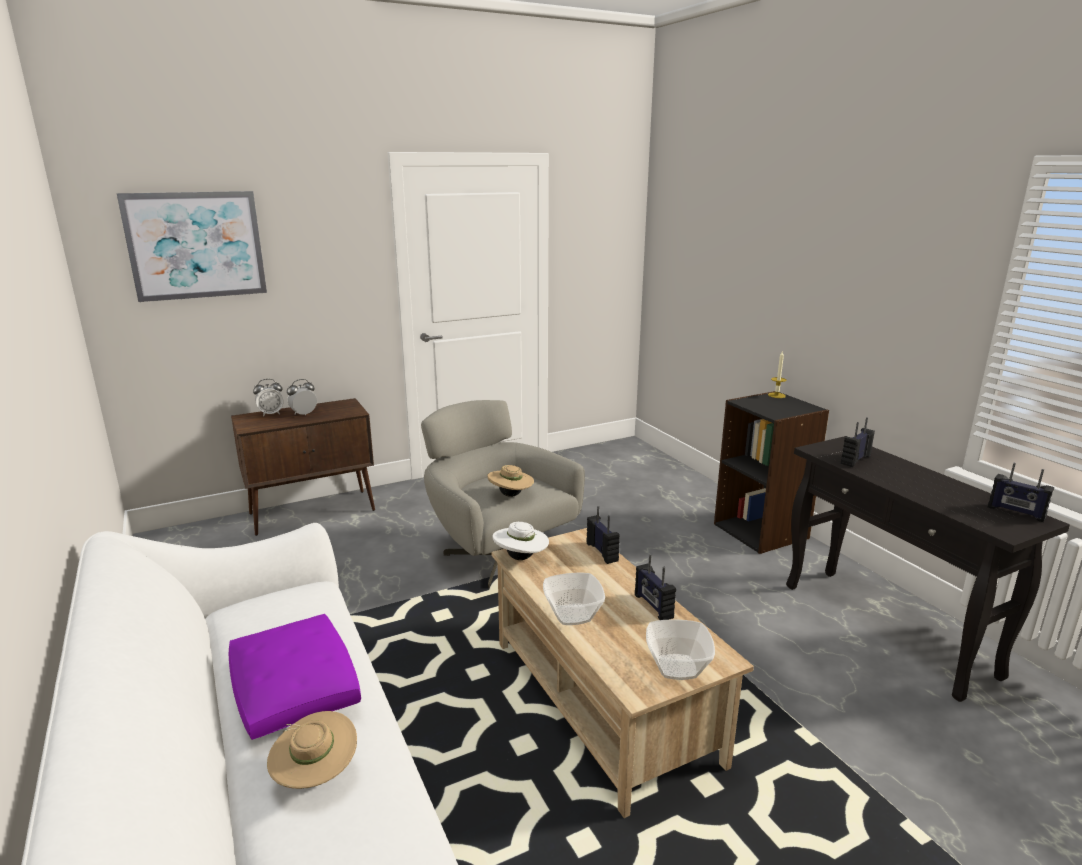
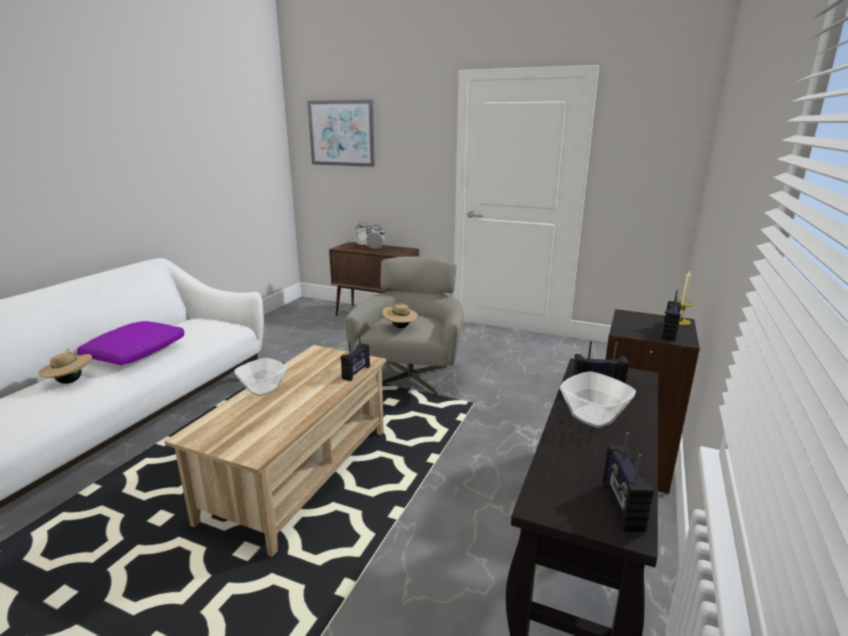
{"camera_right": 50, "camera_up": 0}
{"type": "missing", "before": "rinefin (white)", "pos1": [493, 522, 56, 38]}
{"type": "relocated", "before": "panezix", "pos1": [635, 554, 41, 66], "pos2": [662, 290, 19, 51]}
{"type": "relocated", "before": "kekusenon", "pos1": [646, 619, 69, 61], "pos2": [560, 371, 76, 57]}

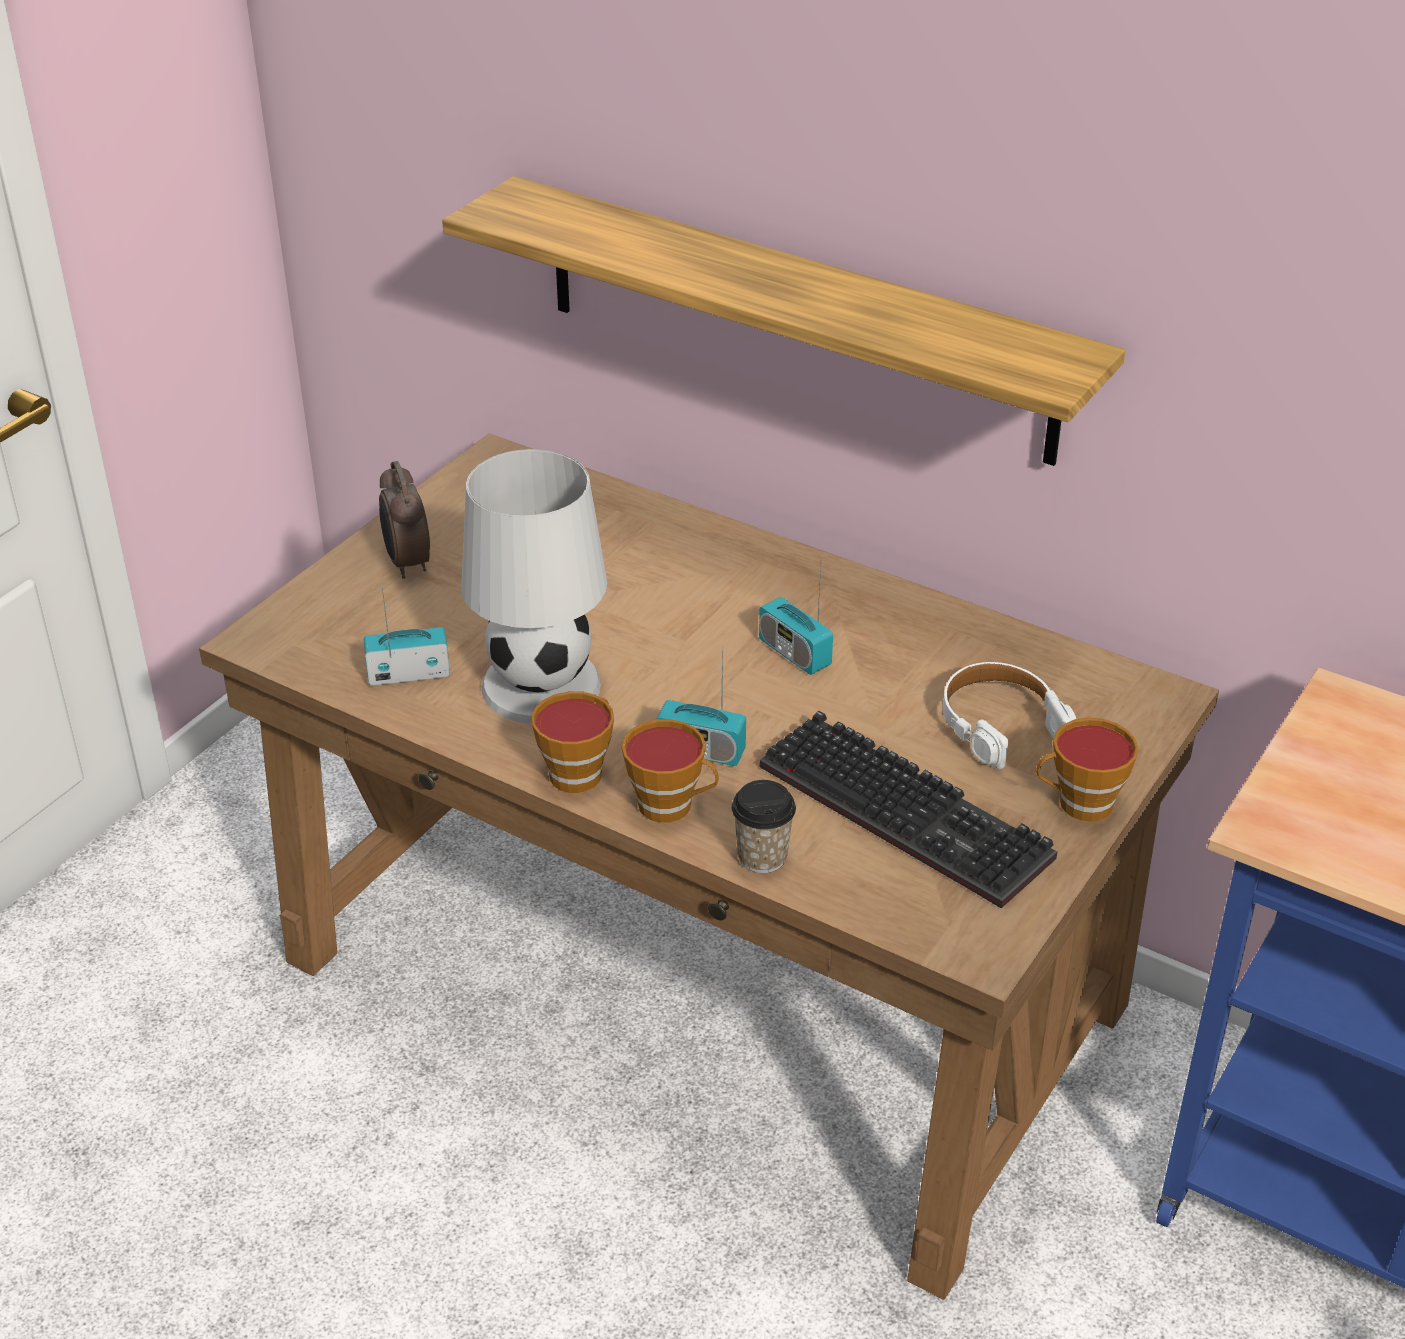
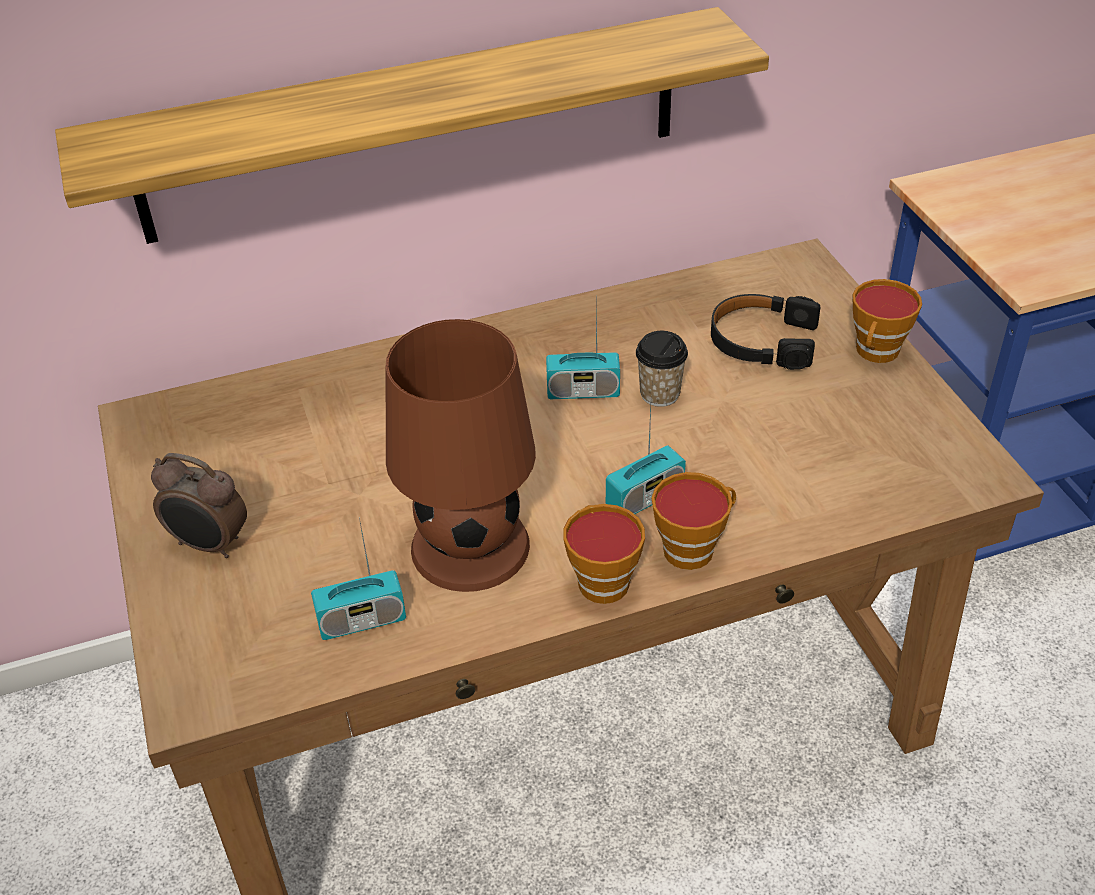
{"camera_right": -50, "camera_up": 5}
{"type": "missing", "before": "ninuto", "pos1": [760, 711, 297, 197]}
{"type": "relocated", "before": "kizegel", "pos1": [732, 780, 64, 93], "pos2": [636, 331, 52, 76]}
{"type": "colour", "before": "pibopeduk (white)", "after": "pibopeduk (brown)", "pos1": [461, 449, 146, 275], "pos2": [386, 319, 150, 273]}
{"type": "colour", "before": "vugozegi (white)", "after": "vugozegi (black)", "pos1": [943, 662, 133, 107], "pos2": [711, 294, 110, 76]}
{"type": "spun", "before": "panezix", "pos1": [364, 587, 86, 99], "pos2": [311, 517, 95, 123], "turn": -135}

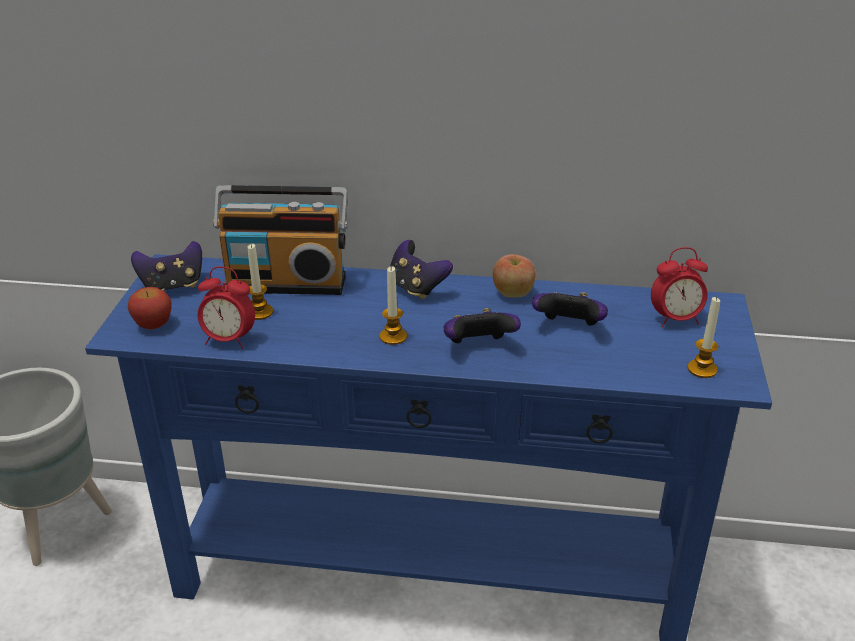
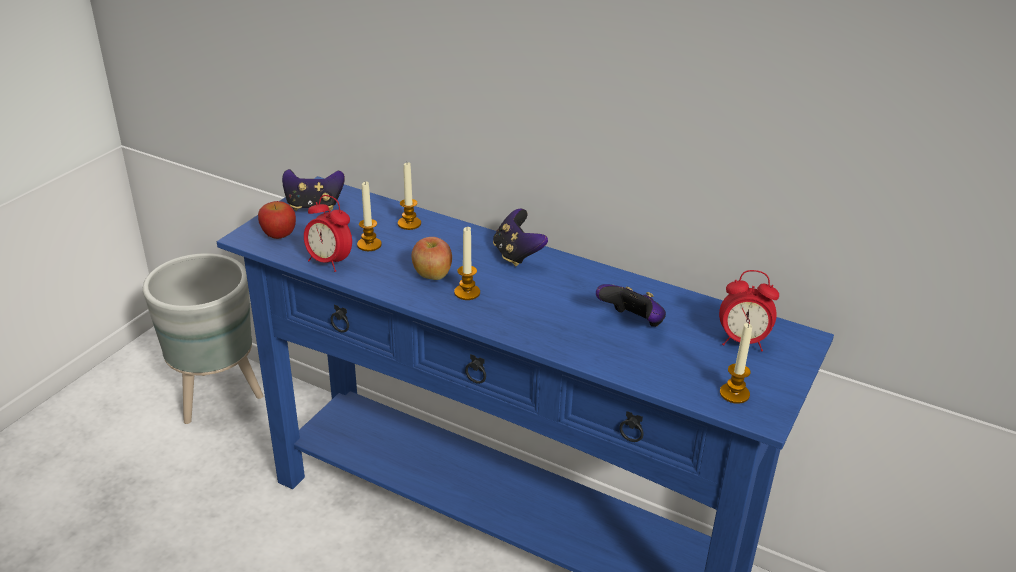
{"camera_right": 20, "camera_up": 0}
{"type": "missing", "before": "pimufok", "pos1": [443, 308, 78, 35]}
{"type": "relocated", "before": "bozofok", "pos1": [493, 254, 42, 44], "pos2": [411, 237, 41, 43]}
{"type": "exchanged", "before": "panezix", "after": "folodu", "pos1": [213, 185, 135, 110], "pos2": [398, 162, 23, 68]}

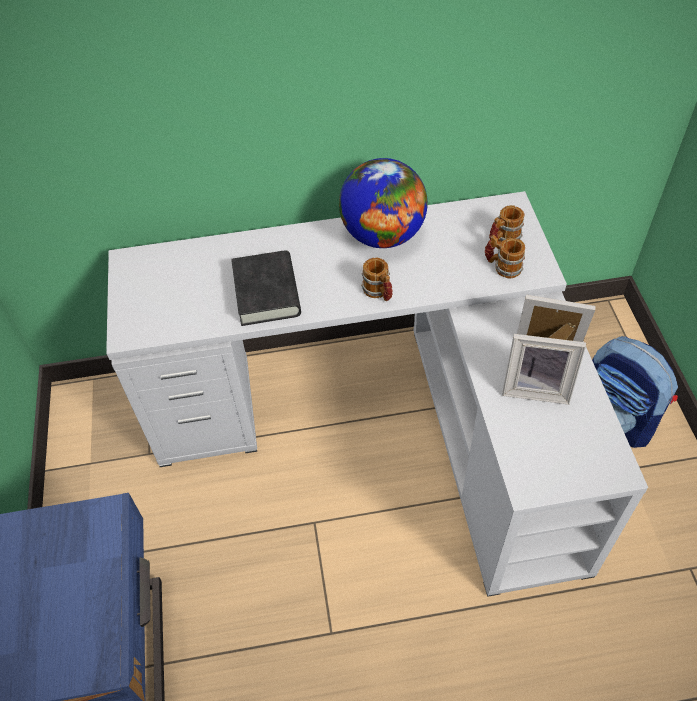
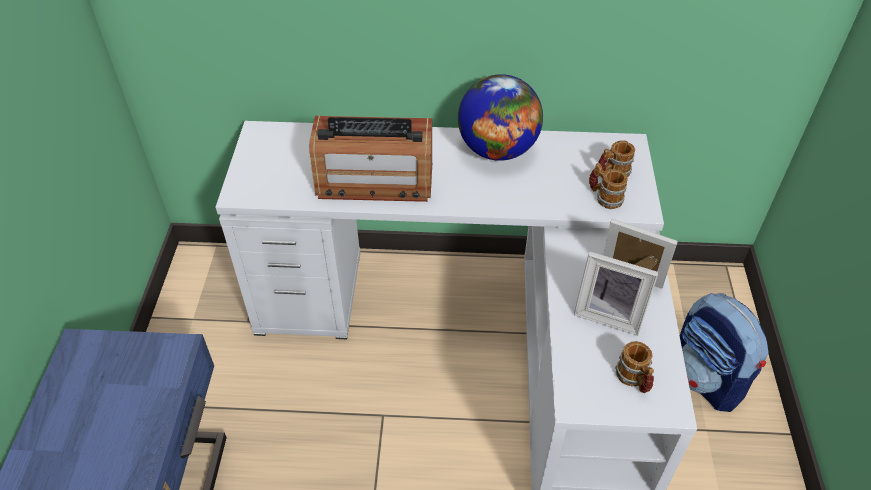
{"camera_right": 10, "camera_up": -5}
{"type": "relocated", "before": "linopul", "pos1": [361, 257, 32, 44], "pos2": [615, 341, 39, 52]}
{"type": "exchanged", "before": "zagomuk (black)", "after": "panezix", "pos1": [231, 250, 70, 76], "pos2": [309, 116, 123, 86]}

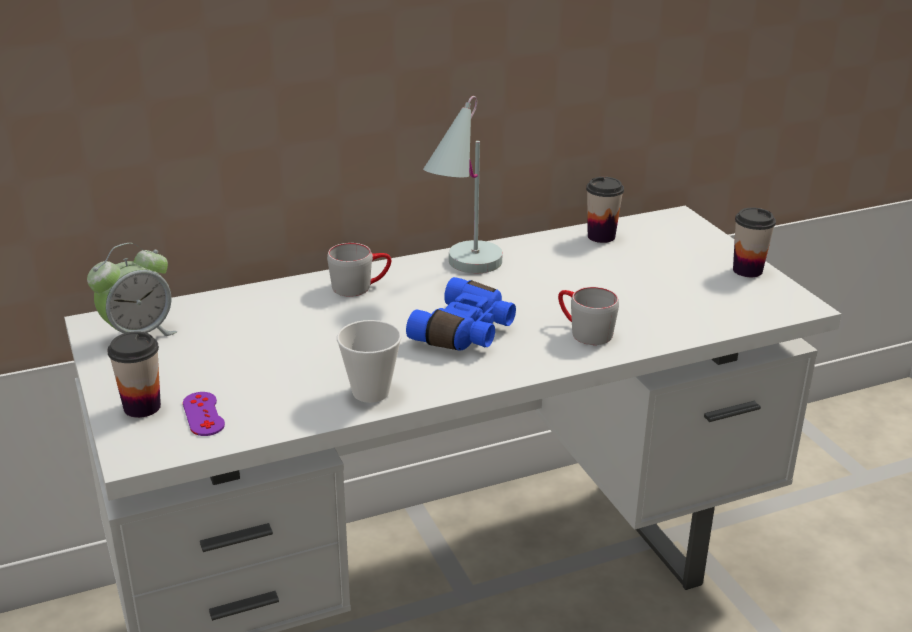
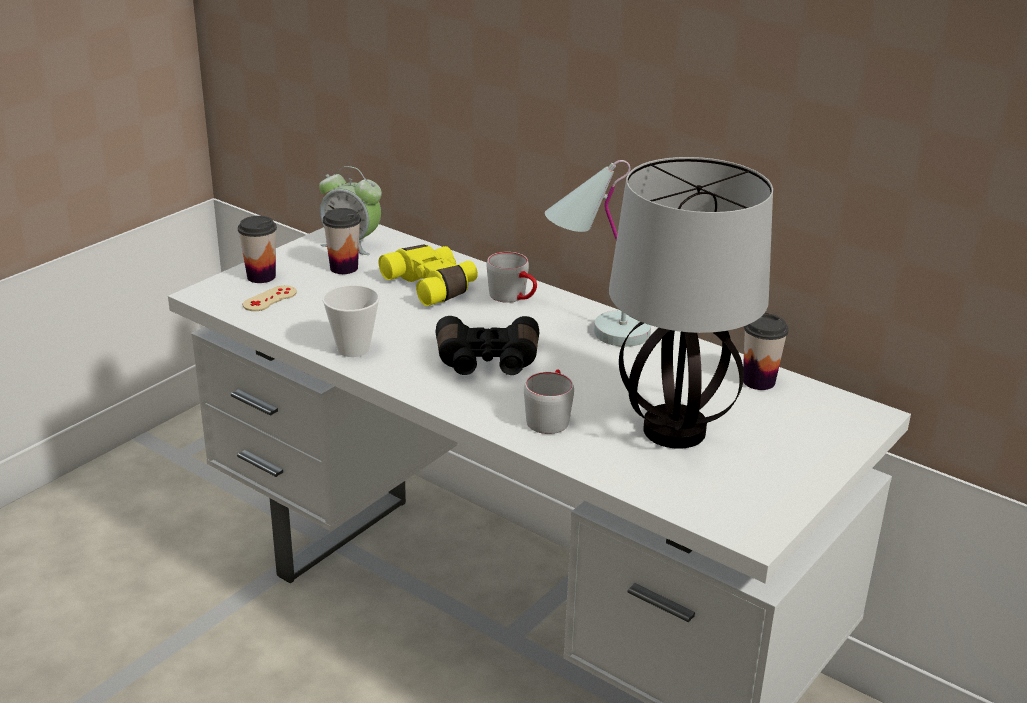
{"camera_right": 60, "camera_up": 0}
{"type": "appeared", "after": "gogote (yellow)", "pos2": [379, 245, 99, 61]}
{"type": "appeared", "after": "pibopeduk", "pos2": [609, 157, 164, 292]}
{"type": "relocated", "before": "kizegel", "pos1": [733, 208, 43, 69], "pos2": [323, 208, 38, 66]}
{"type": "colour", "before": "pimufok (purple)", "after": "pimufok (beige)", "pos1": [183, 392, 42, 44], "pos2": [243, 285, 54, 26]}
{"type": "colour", "before": "gogote (blue)", "after": "gogote (black)", "pos1": [406, 277, 110, 74], "pos2": [436, 316, 103, 59]}

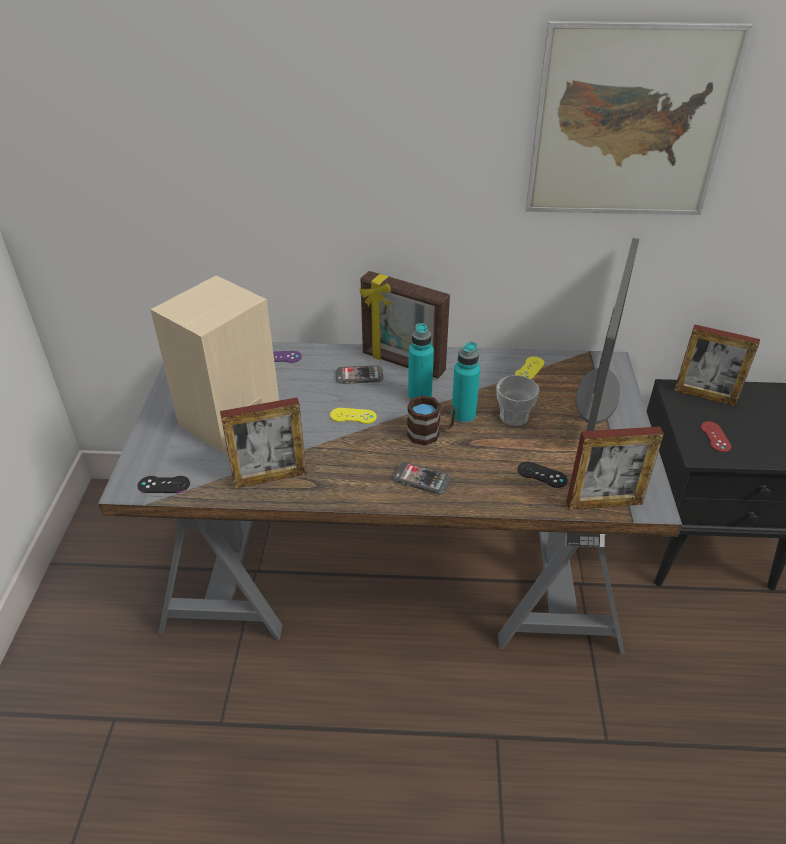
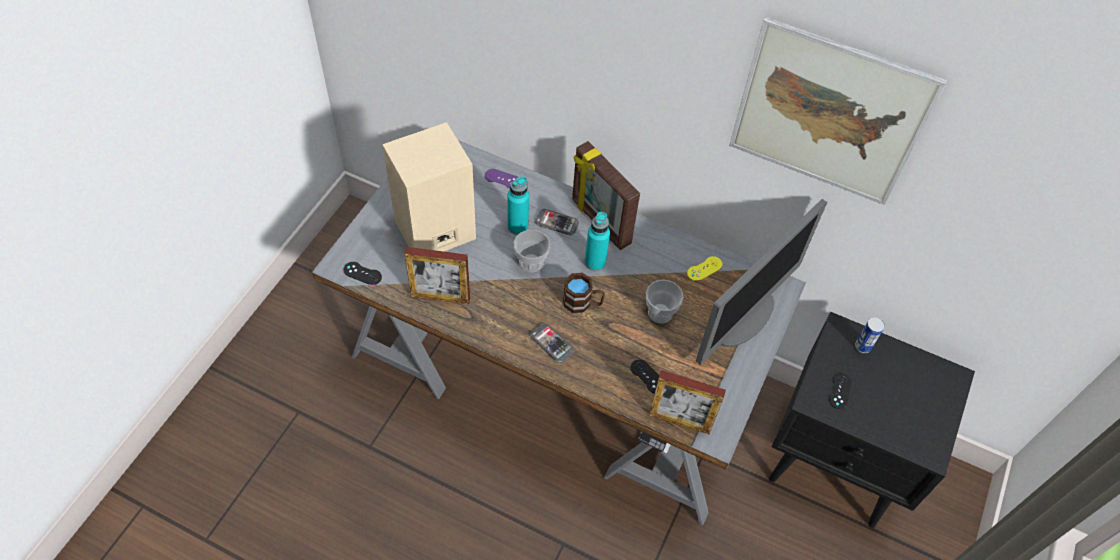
{"camera_right": 20, "camera_up": 15}
{"type": "relocated", "before": "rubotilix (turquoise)", "pos1": [451, 342, 29, 82], "pos2": [508, 176, 21, 59]}
{"type": "exchanged", "before": "pimufok (yellow)", "after": "kizegel", "pos1": [330, 408, 47, 16], "pos2": [514, 230, 36, 43]}
{"type": "exchanged", "before": "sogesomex", "after": "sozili", "pos1": [674, 324, 86, 83], "pos2": [855, 317, 30, 36]}
{"type": "colour", "before": "pimufok (red)", "after": "pimufok (black)", "pos1": [701, 421, 30, 31], "pos2": [829, 373, 23, 36]}

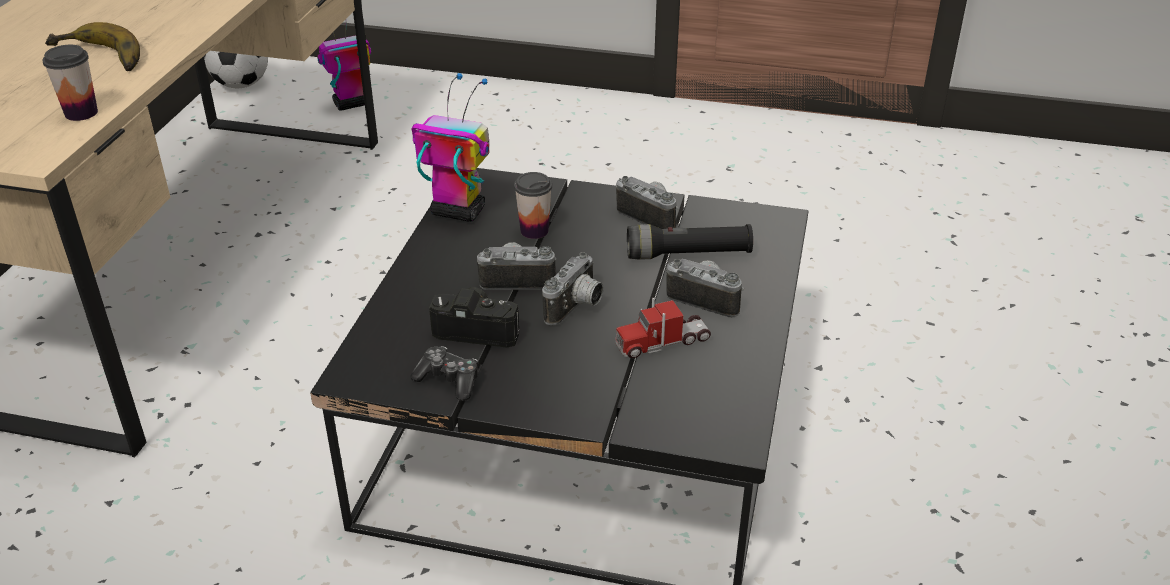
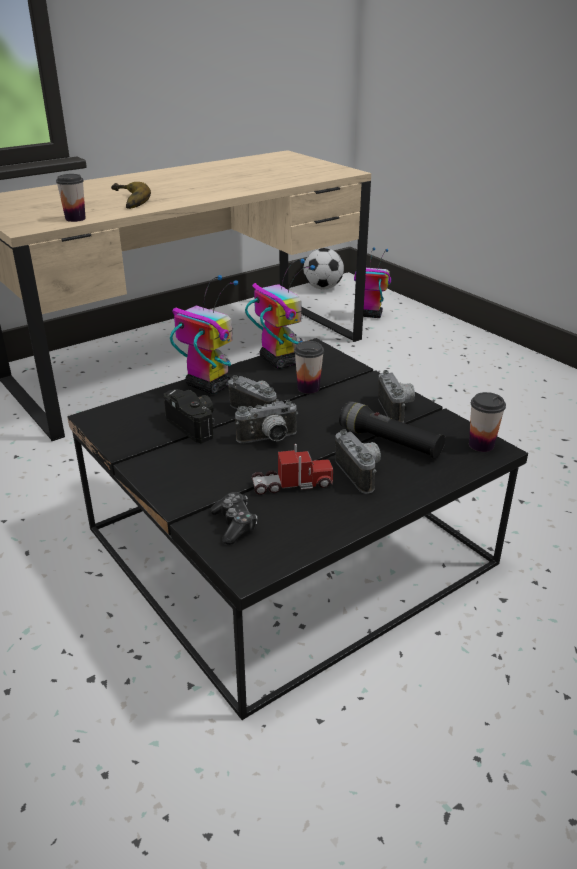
{"camera_right": 40, "camera_up": -5}
{"type": "appeared", "after": "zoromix", "pos2": [170, 275, 68, 119]}
{"type": "appeared", "after": "kizegel", "pos2": [469, 392, 37, 60]}
{"type": "relocated", "before": "pimufok", "pos1": [410, 346, 68, 55], "pos2": [210, 492, 47, 53]}
{"type": "spun", "before": "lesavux", "pos1": [615, 298, 96, 60], "pos2": [252, 444, 81, 51], "turn": 150}

